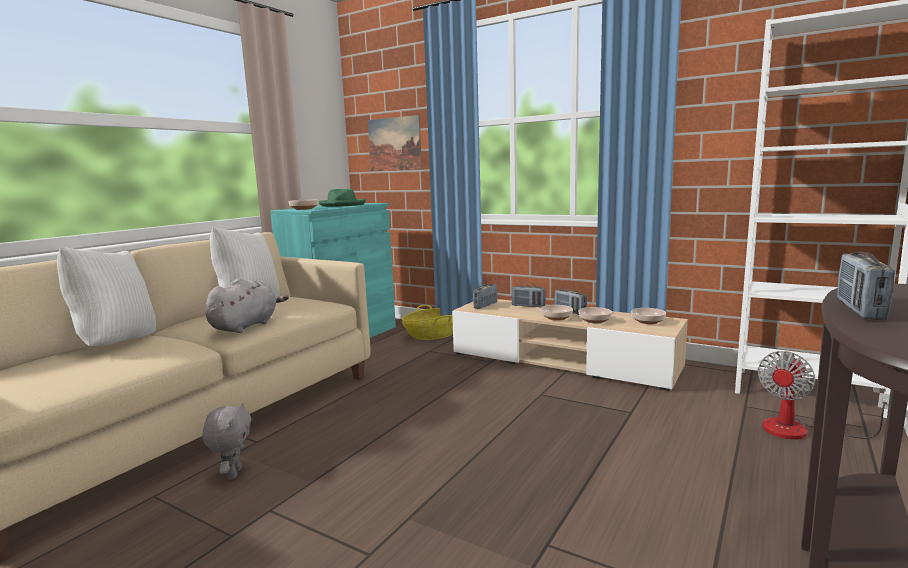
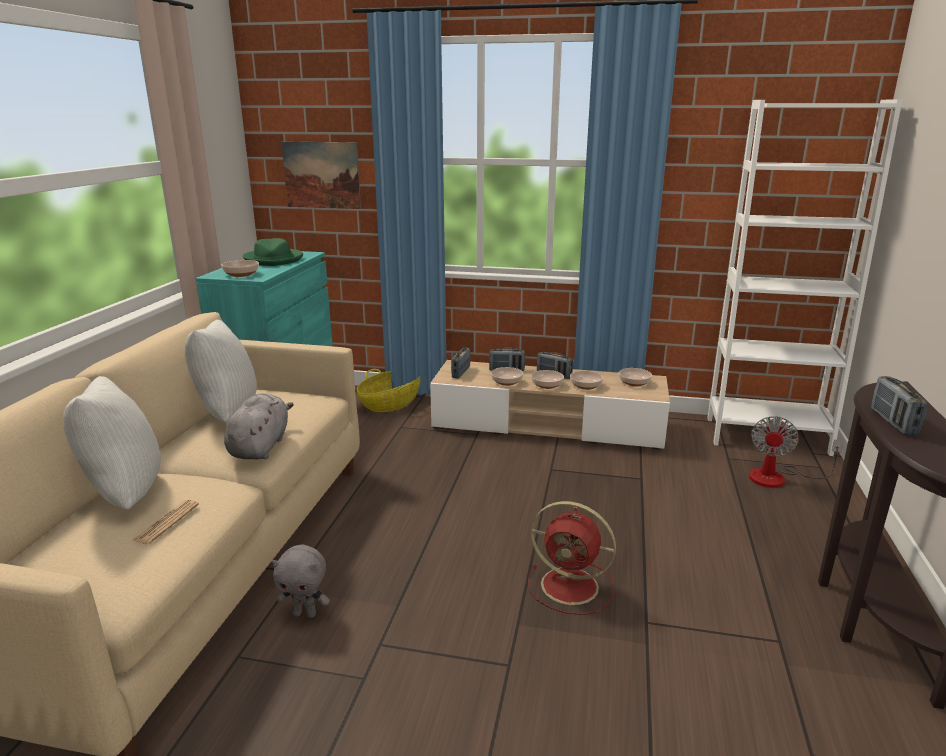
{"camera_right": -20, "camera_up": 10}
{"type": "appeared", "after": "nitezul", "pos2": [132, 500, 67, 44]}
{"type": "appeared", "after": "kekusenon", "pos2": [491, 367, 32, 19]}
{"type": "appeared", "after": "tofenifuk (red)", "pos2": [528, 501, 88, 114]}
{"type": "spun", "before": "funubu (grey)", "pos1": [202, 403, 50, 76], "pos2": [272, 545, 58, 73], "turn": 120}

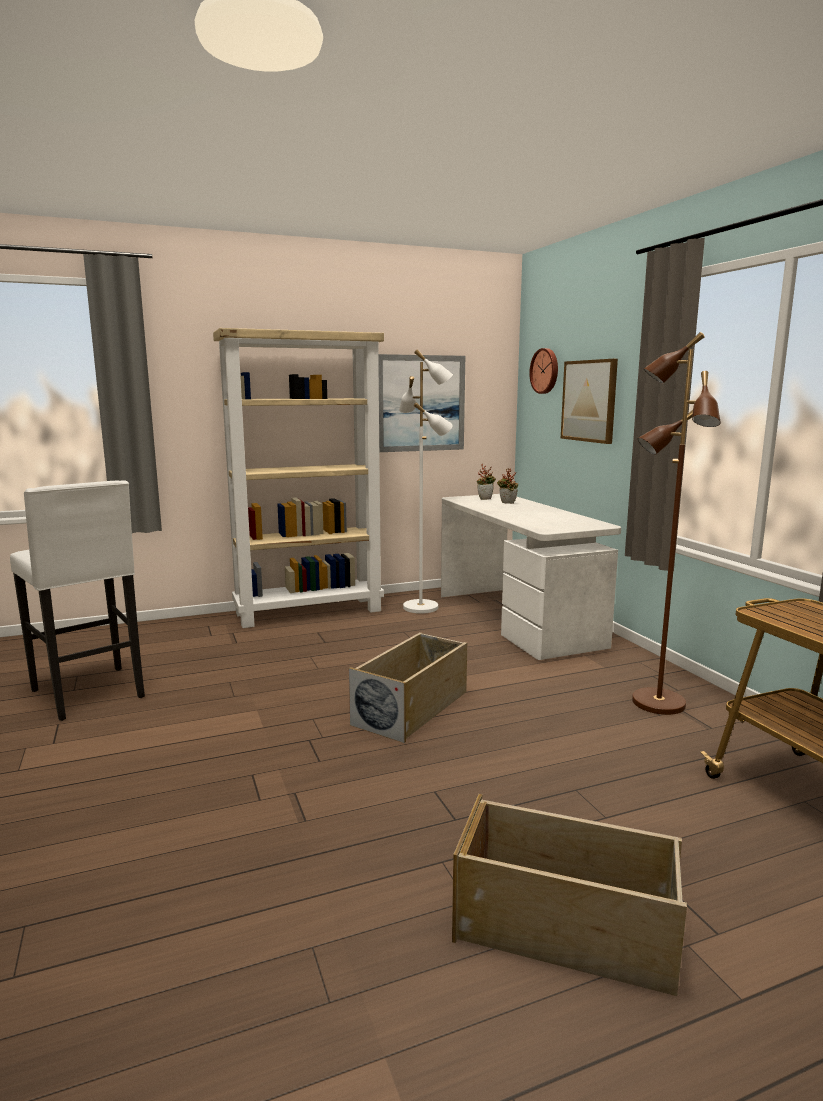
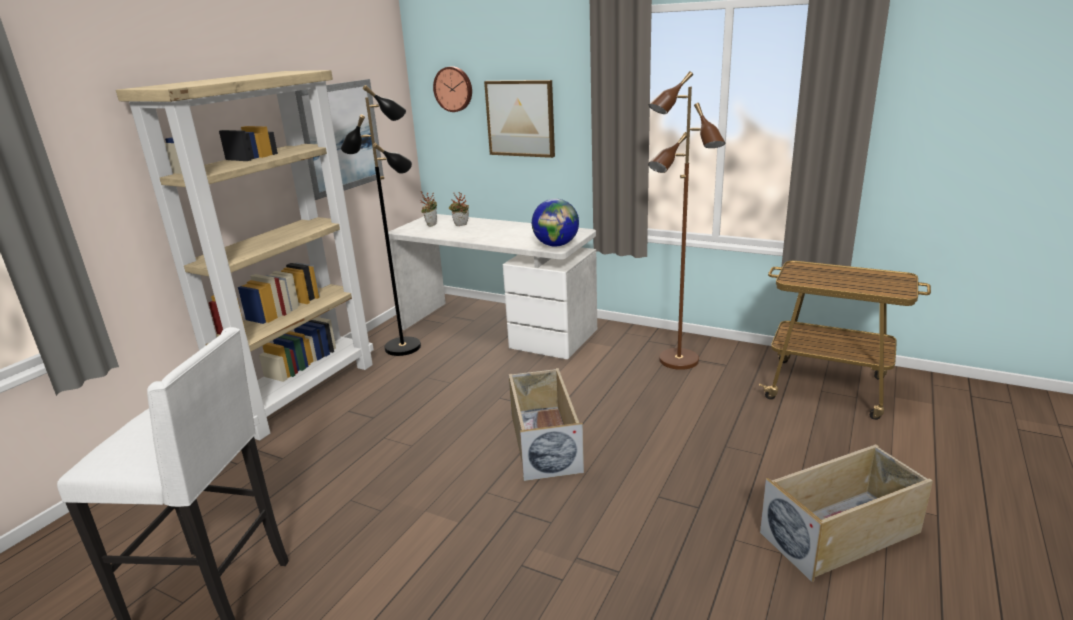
{"camera_right": -40, "camera_up": 10}
{"type": "appeared", "after": "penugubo", "pos2": [532, 199, 47, 48]}
{"type": "colour", "before": "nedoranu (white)", "after": "nedoranu (black)", "pos1": [399, 349, 54, 265], "pos2": [341, 85, 80, 271]}

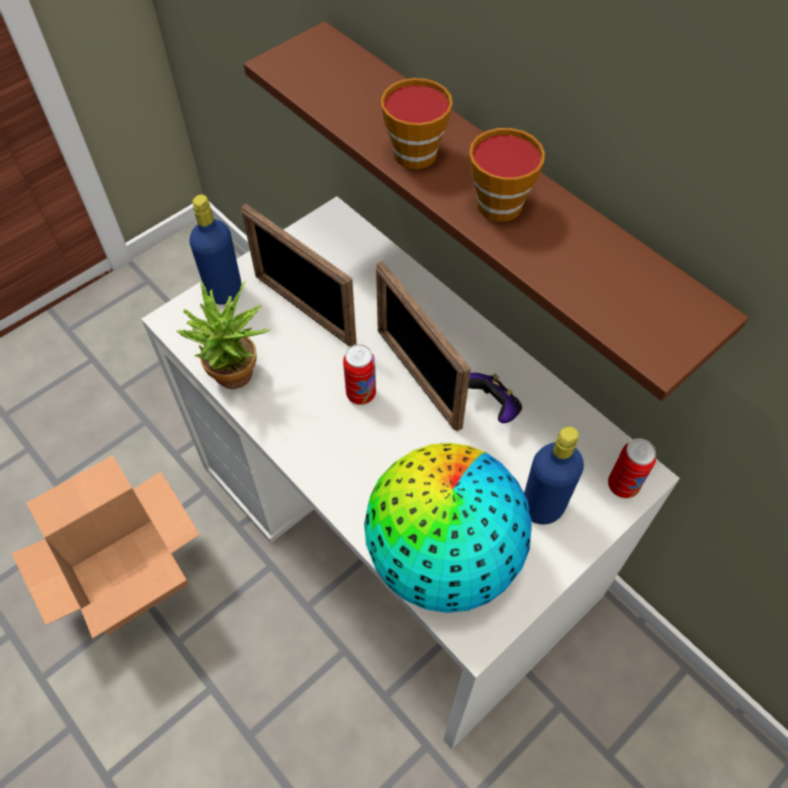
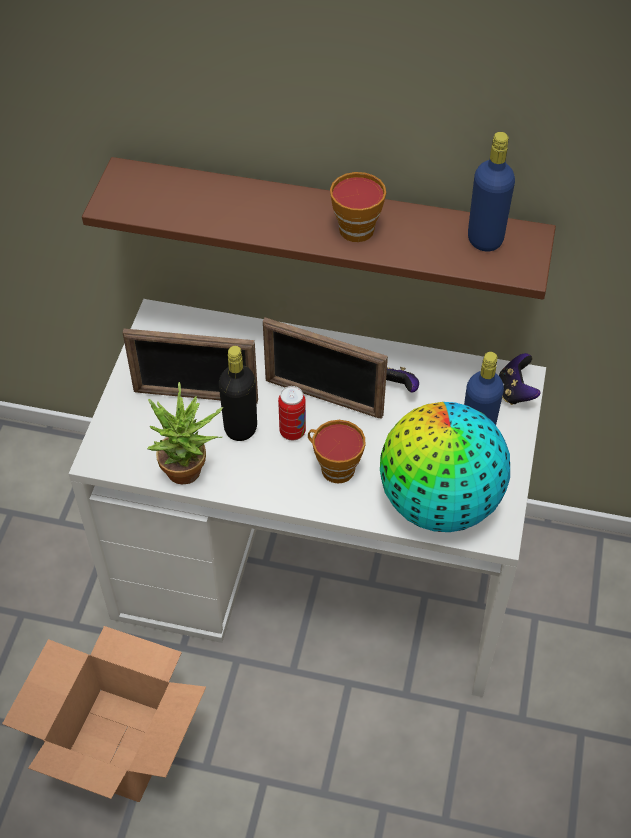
{"camera_right": -35, "camera_up": -5}
{"type": "appeared", "after": "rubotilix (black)", "pos2": [219, 346, 38, 95]}
{"type": "relocated", "before": "rubotilix (blue)", "pos1": [190, 195, 52, 110], "pos2": [468, 132, 47, 120]}
{"type": "relocated", "before": "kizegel", "pos1": [381, 78, 72, 91], "pos2": [308, 420, 57, 64]}
{"type": "exchanged", "before": "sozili", "after": "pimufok", "pos1": [608, 438, 48, 60], "pos2": [499, 353, 41, 52]}

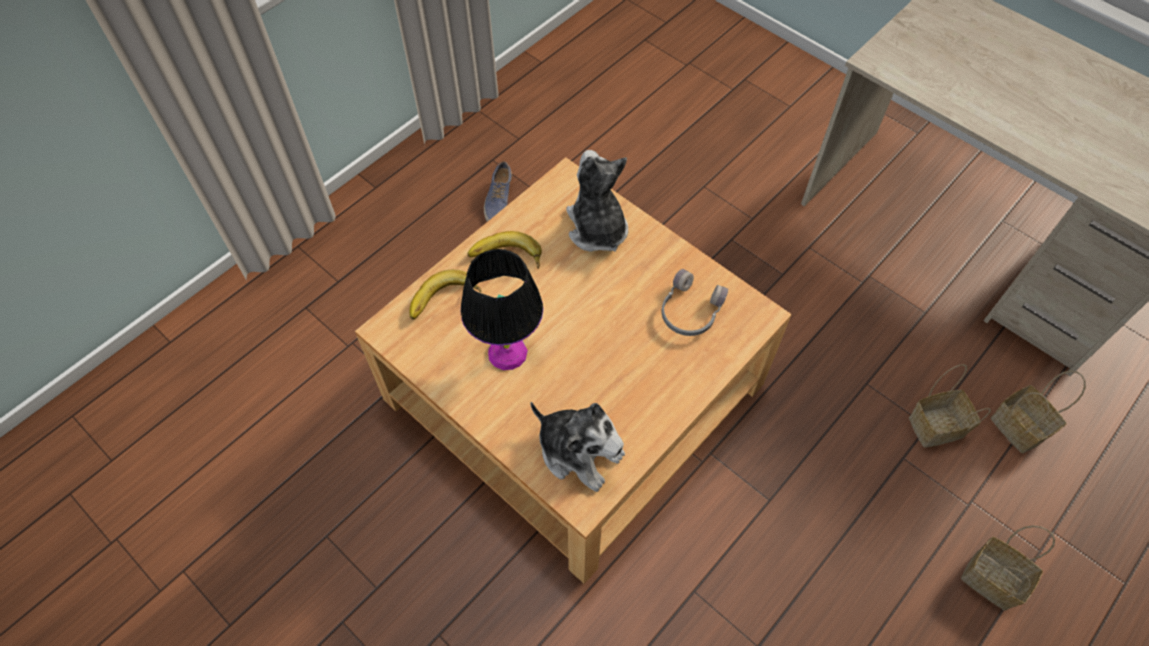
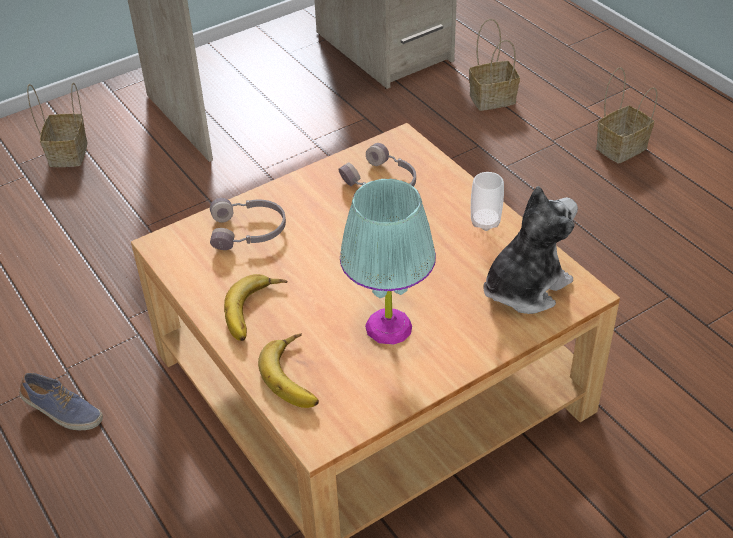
{"camera_right": -75, "camera_up": -15}
{"type": "appeared", "after": "kizegel", "pos2": [471, 172, 33, 59]}
{"type": "relocated", "before": "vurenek", "pos1": [909, 364, 82, 84], "pos2": [27, 82, 61, 85]}
{"type": "exchanged", "before": "funubu", "after": "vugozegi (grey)", "pos1": [566, 150, 62, 102], "pos2": [210, 198, 76, 52]}
{"type": "colour", "before": "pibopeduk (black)", "after": "pibopeduk (turquoise)", "pos1": [460, 249, 83, 121], "pos2": [340, 178, 96, 167]}

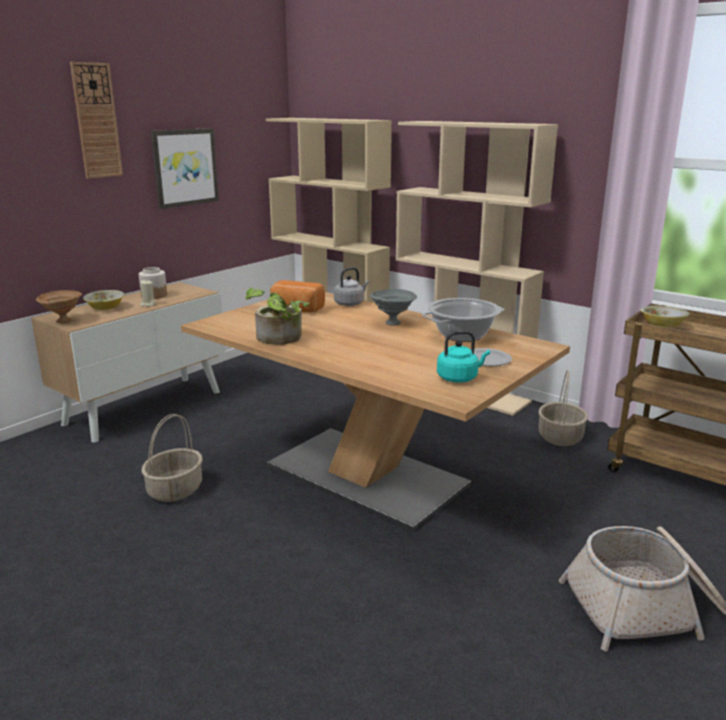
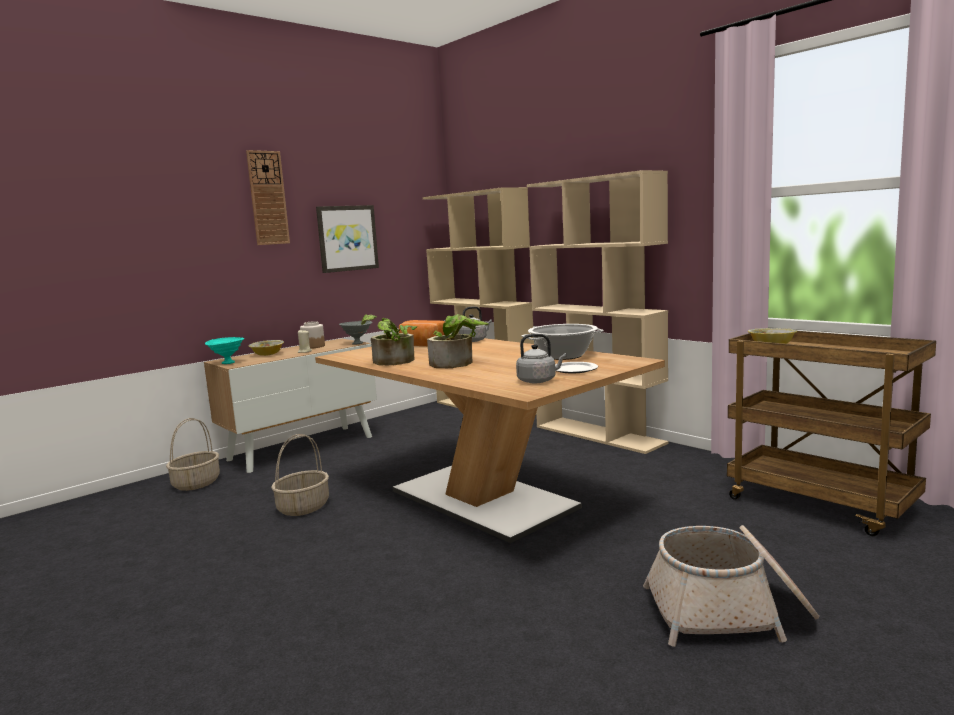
{"camera_right": 10, "camera_up": -10}
{"type": "appeared", "after": "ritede", "pos2": [427, 314, 62, 54]}
{"type": "relocated", "before": "kekusenon (grey)", "pos1": [370, 289, 47, 37], "pos2": [339, 321, 33, 24]}
{"type": "relocated", "before": "vurenek", "pos1": [538, 370, 50, 76], "pos2": [166, 418, 54, 73]}
{"type": "colour", "before": "kekusenon (brown)", "after": "kekusenon (turquoise)", "pos1": [36, 290, 46, 33], "pos2": [205, 337, 39, 27]}
{"type": "colour", "before": "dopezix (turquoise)", "after": "dopezix (grey)", "pos1": [437, 331, 53, 52], "pos2": [516, 334, 51, 49]}

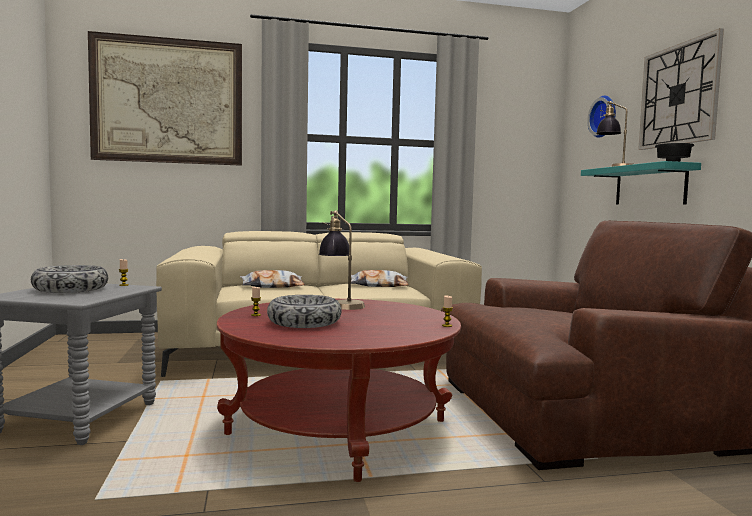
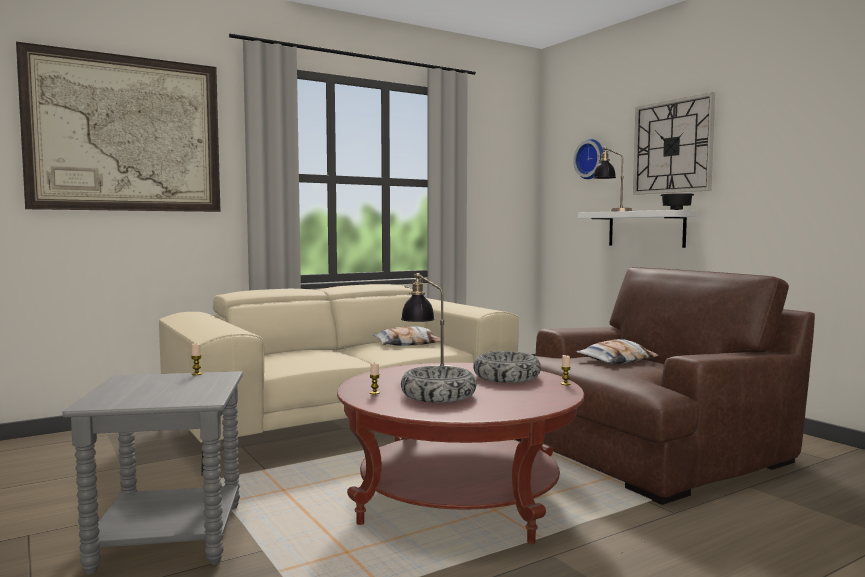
{"camera_right": -20, "camera_up": 0}
{"type": "relocated", "before": "kekusenon", "pos1": [31, 265, 77, 28], "pos2": [473, 351, 68, 32]}
{"type": "relocated", "before": "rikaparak", "pos1": [240, 270, 65, 18], "pos2": [576, 339, 83, 25]}
{"type": "colour", "before": "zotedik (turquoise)", "after": "zotedik (white)", "pos1": [581, 161, 120, 44], "pos2": [578, 210, 121, 38]}

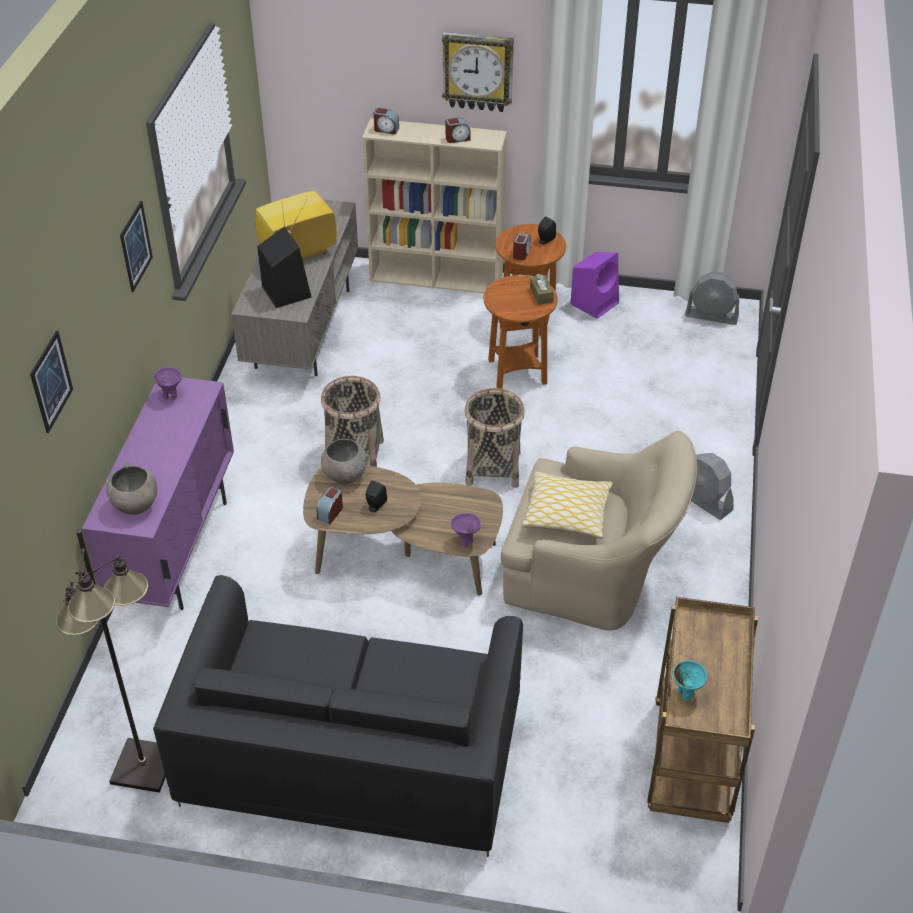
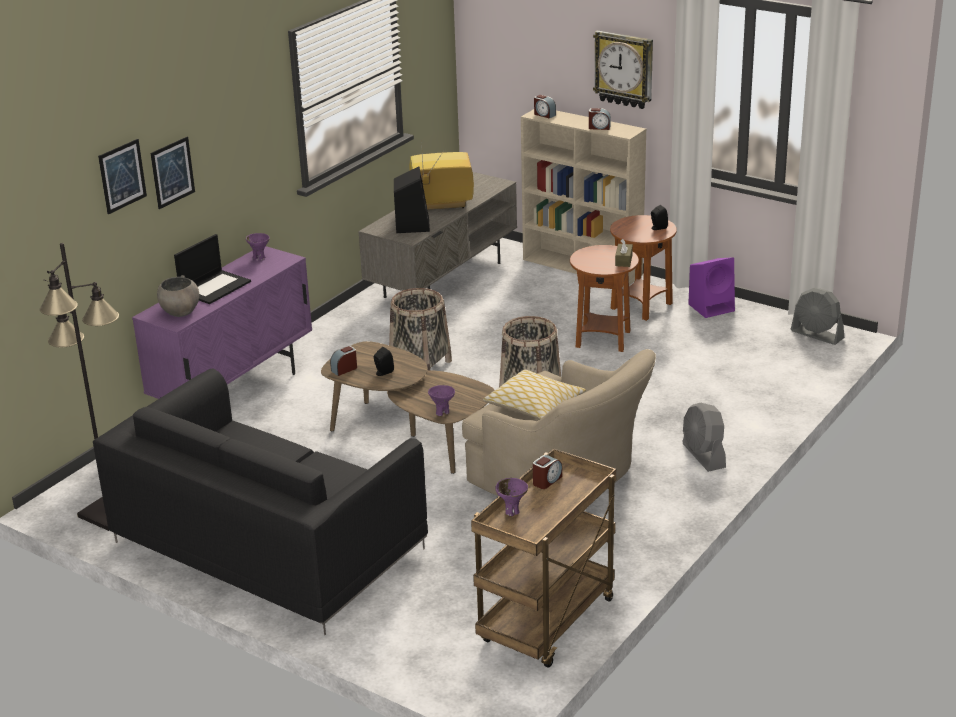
{"camera_right": 25, "camera_up": -15}
{"type": "missing", "before": "kekusenon (grey)", "pos1": [321, 439, 48, 46]}
{"type": "appeared", "after": "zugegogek", "pos2": [174, 234, 77, 70]}
{"type": "relocated", "before": "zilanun", "pos1": [120, 201, 33, 91], "pos2": [151, 137, 44, 72]}
{"type": "relocated", "before": "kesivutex", "pos1": [513, 233, 18, 27], "pos2": [533, 455, 29, 34]}
{"type": "colour", "before": "kekusenon (turquoise)", "after": "kekusenon (purple)", "pos1": [673, 661, 34, 40], "pos2": [495, 478, 33, 38]}

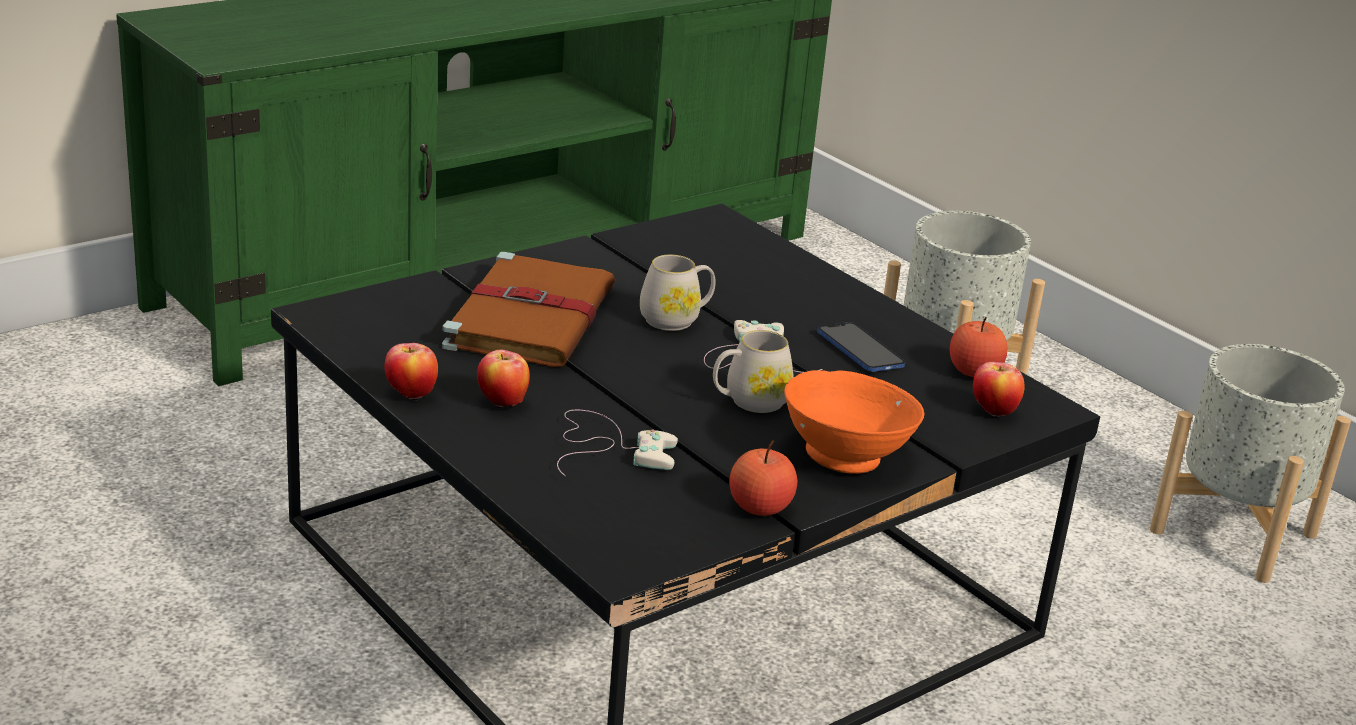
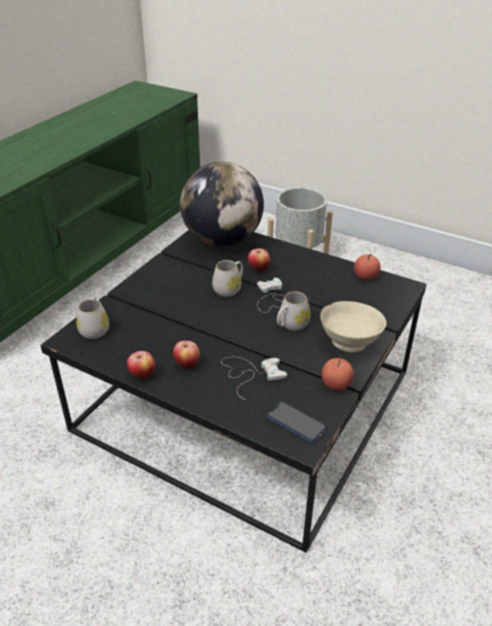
{"camera_right": -20, "camera_up": 10}
{"type": "missing", "before": "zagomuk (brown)", "pos1": [442, 252, 173, 115]}
{"type": "missing", "before": "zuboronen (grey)", "pos1": [1150, 344, 201, 239]}
{"type": "appeared", "after": "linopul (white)", "pos2": [76, 297, 33, 42]}
{"type": "appeared", "after": "penugubo", "pos2": [180, 162, 84, 85]}
{"type": "relocated", "before": "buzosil", "pos1": [817, 322, 88, 50], "pos2": [267, 401, 60, 42]}
{"type": "relocated", "before": "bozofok", "pos1": [973, 362, 51, 57], "pos2": [248, 248, 22, 24]}
{"type": "colour", "before": "kekusenon (orange)", "after": "kekusenon (beige)", "pos1": [784, 370, 140, 104], "pos2": [320, 301, 66, 52]}

